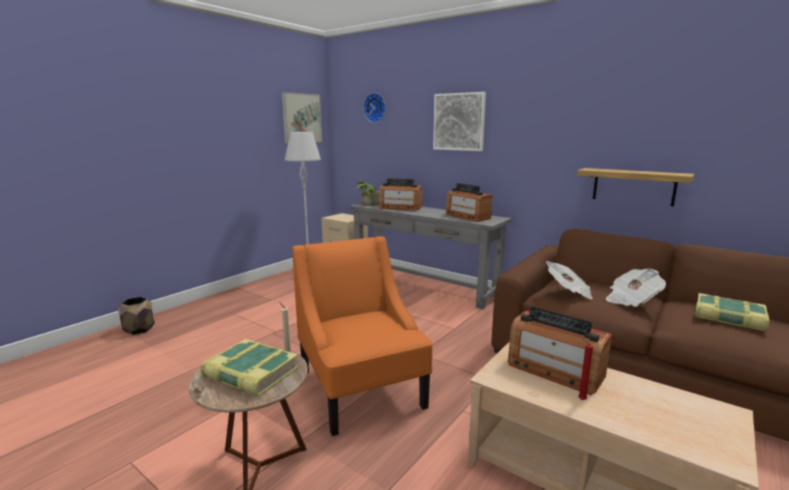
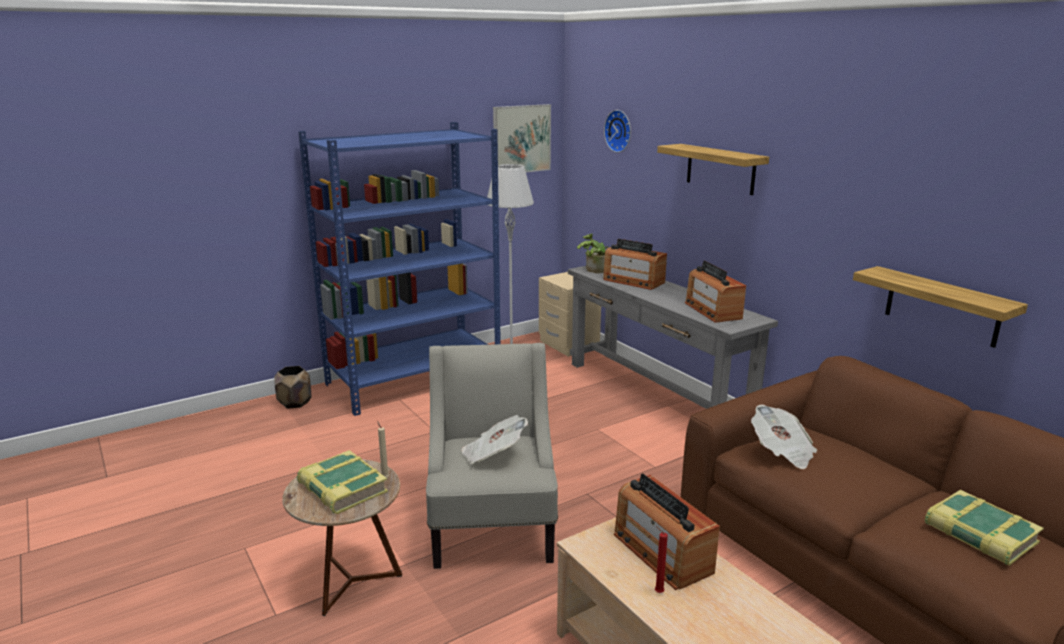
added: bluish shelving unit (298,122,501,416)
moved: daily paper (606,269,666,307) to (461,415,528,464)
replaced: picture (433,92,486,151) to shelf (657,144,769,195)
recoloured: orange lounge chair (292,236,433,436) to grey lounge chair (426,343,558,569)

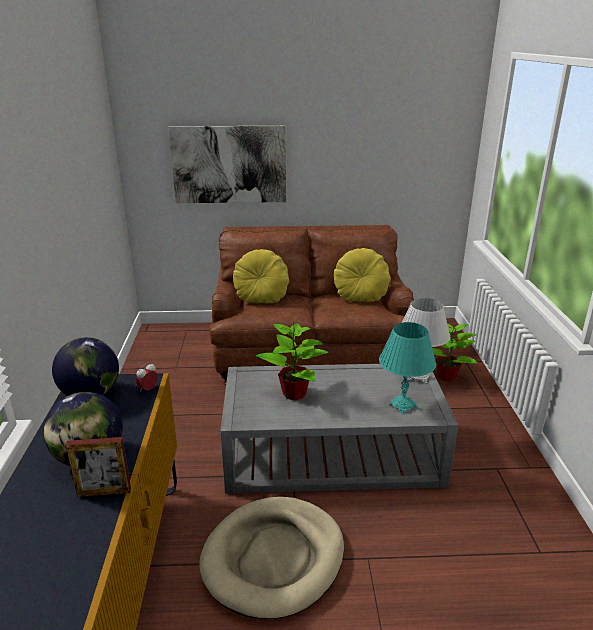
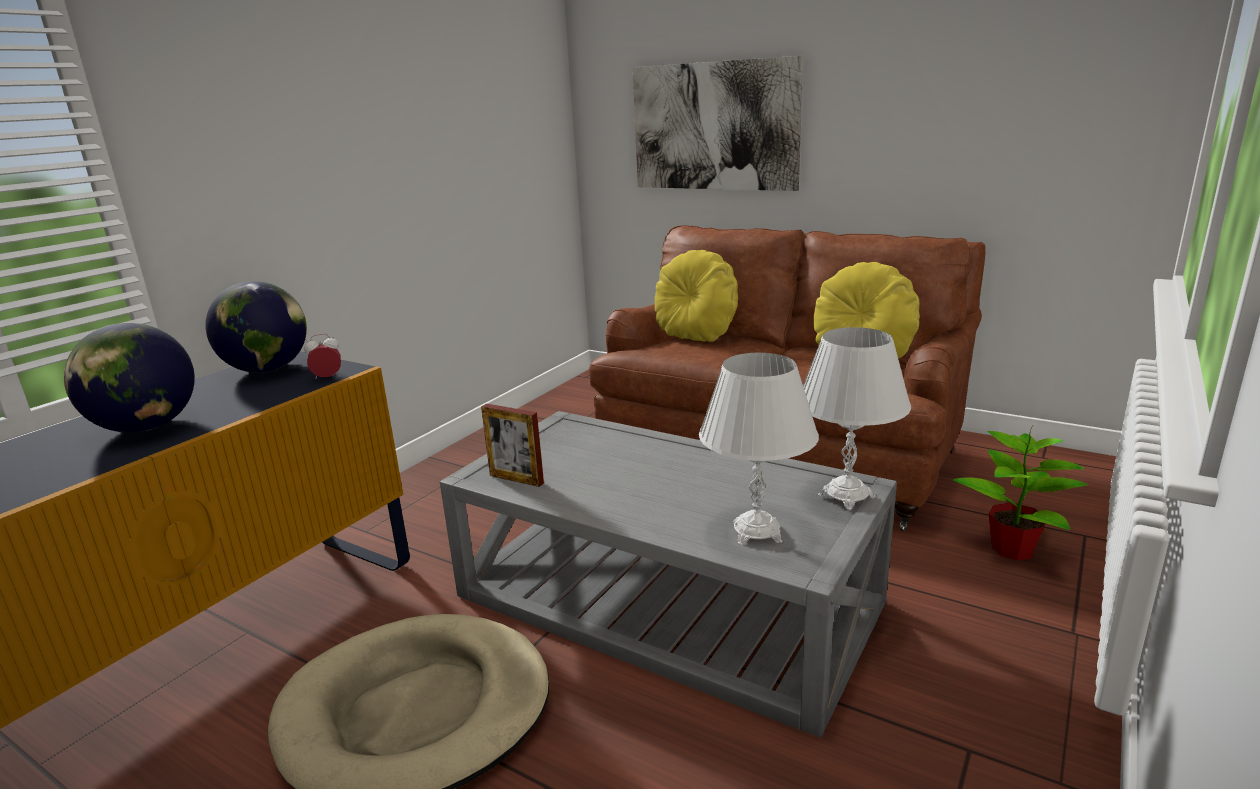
removed: houseplant (256,320,329,400)
moved: photo frame (66,437,131,497) to (481,404,544,487)
recoloured: turquoise-coloured table lamp (379,322,436,415) to white table lamp (699,353,819,545)

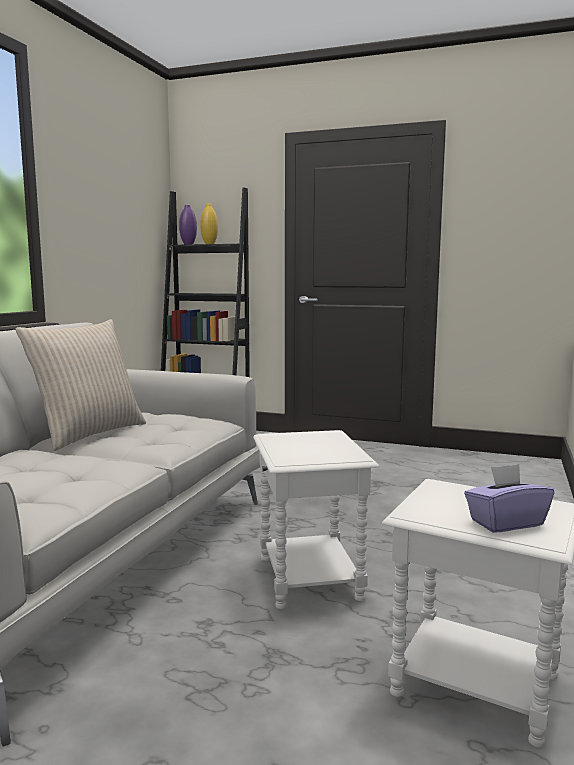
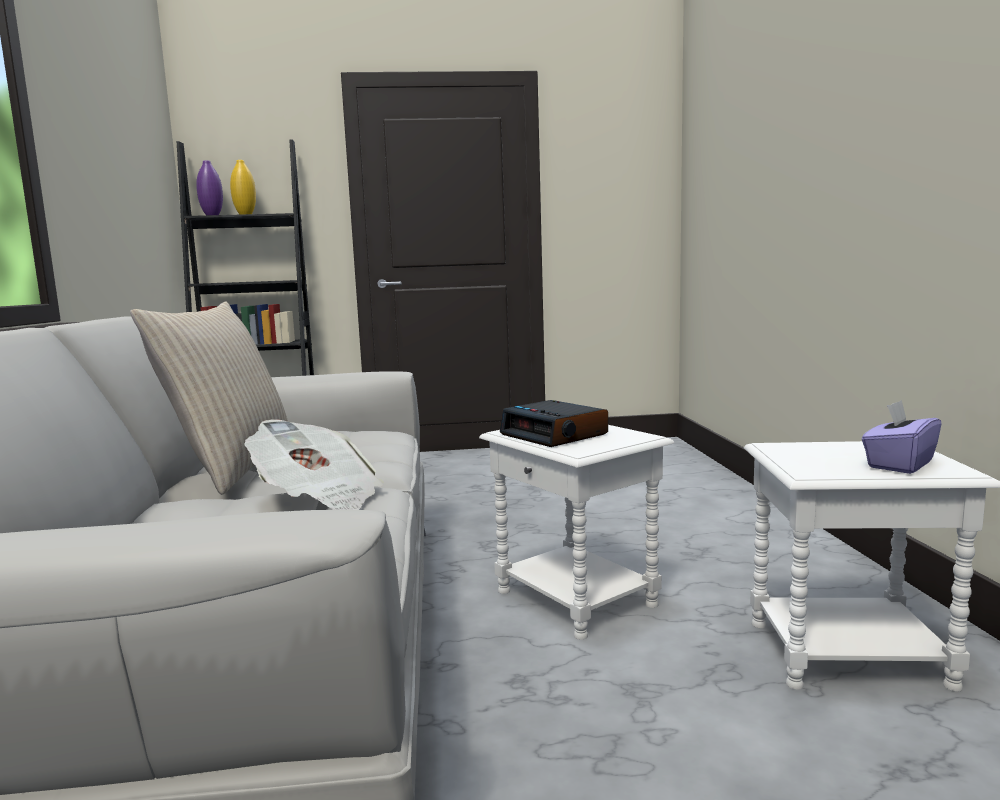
added: daily paper (245,419,384,510); alarm clock (500,400,608,447)

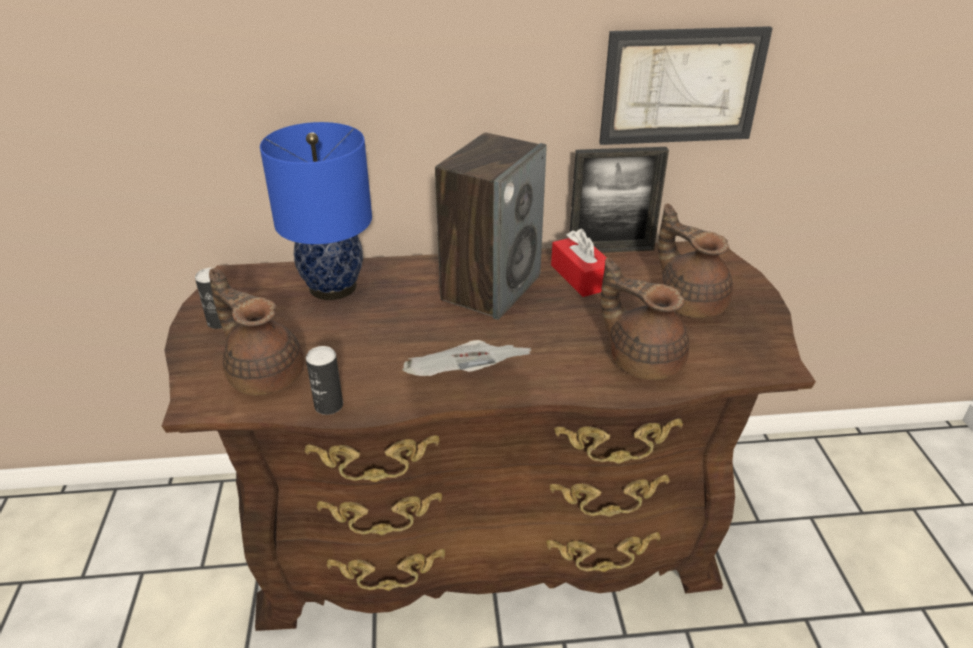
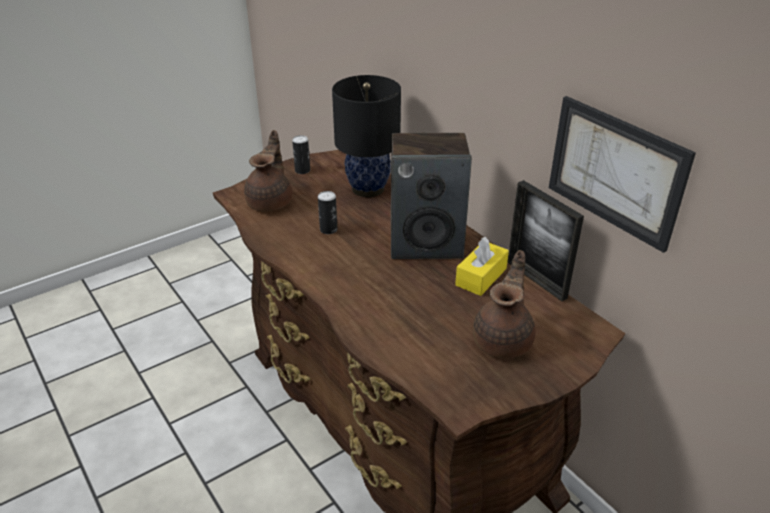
removed: daily paper (402,340,531,376); brown tea pot (601,257,689,380)
moved: can (306,346,343,415) to (318,191,337,234)
recoloured: bluish table lamp (260,122,372,300) to black table lamp (332,75,401,197); red-coloured tissue holder (551,229,607,297) to yellow tissue holder (455,237,509,296)

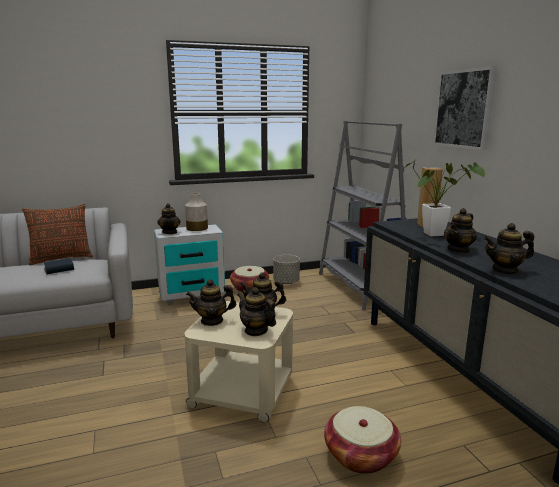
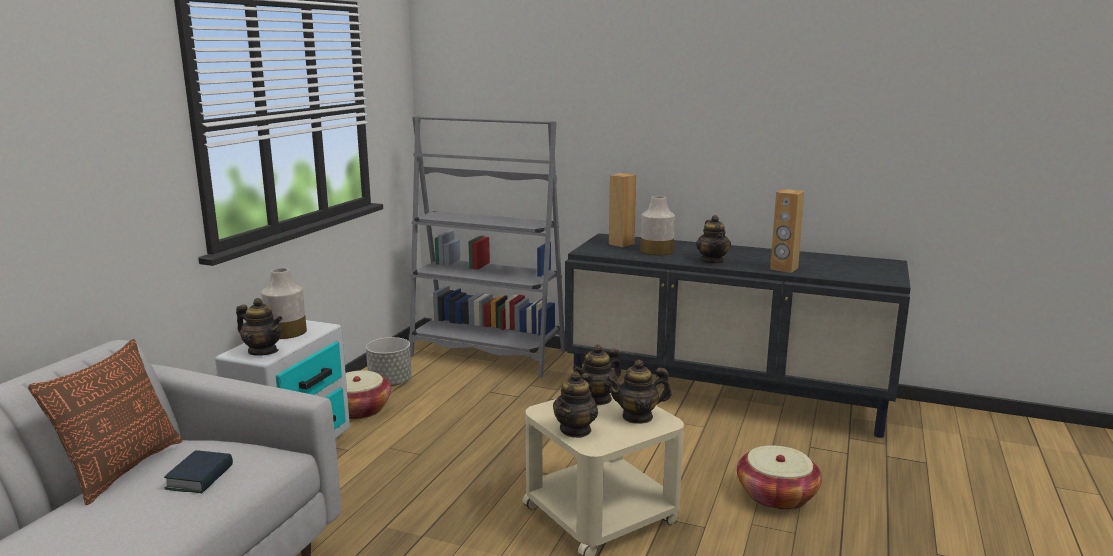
removed: picture (433,66,497,150)
replaced: houseplant (404,160,485,236) to beige-coloured vase (640,196,675,255); tea pot (484,223,534,275) to brown speaker (770,189,804,273)

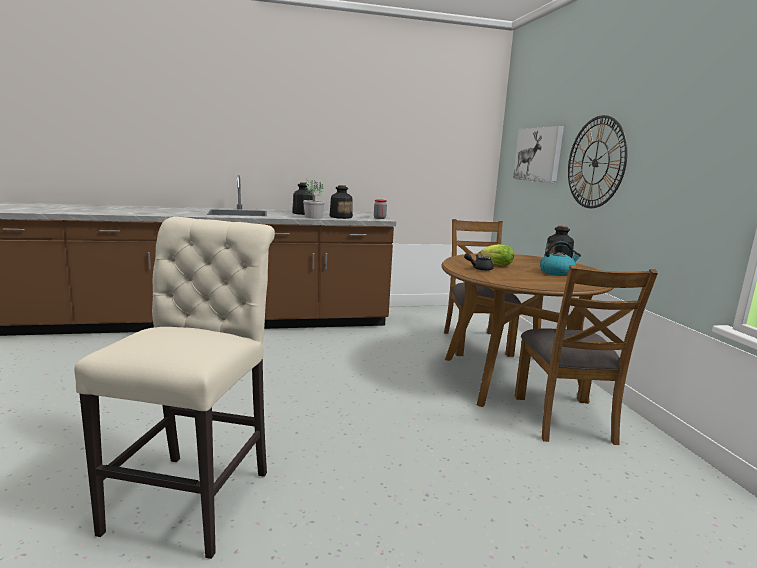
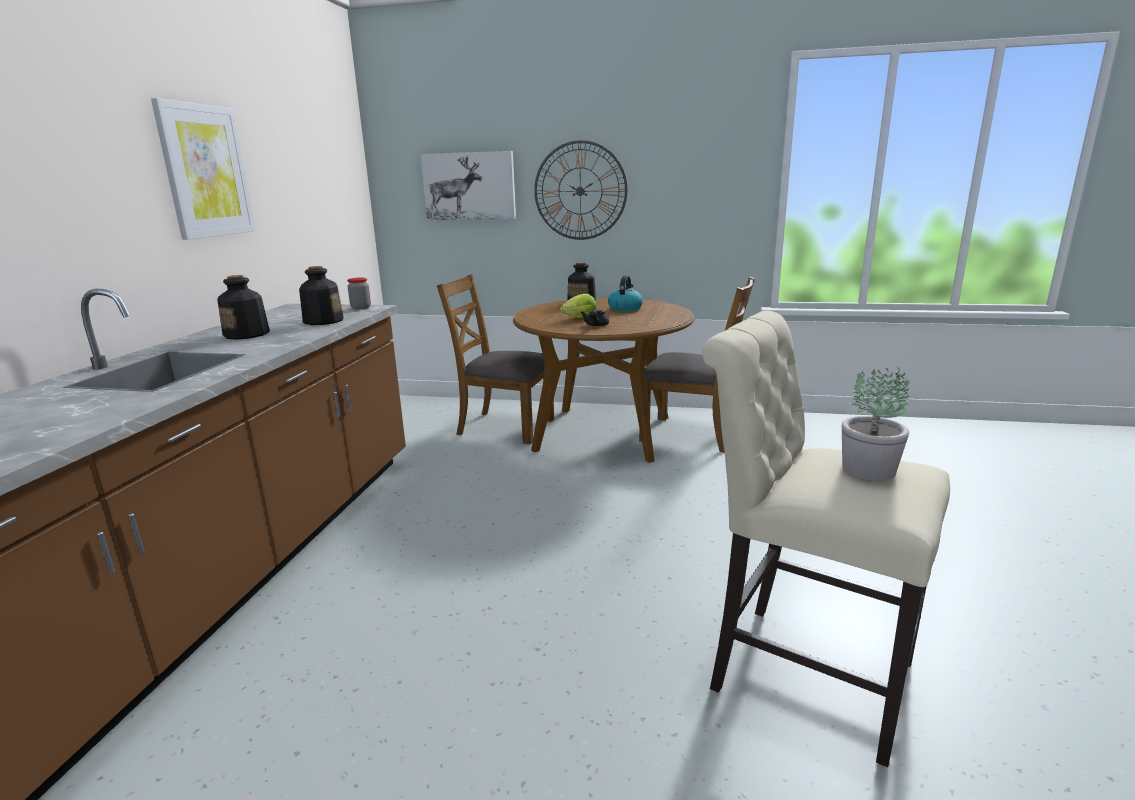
added: picture (151,98,255,240)
moved: houseplant (303,179,325,219) to (842,367,910,481)

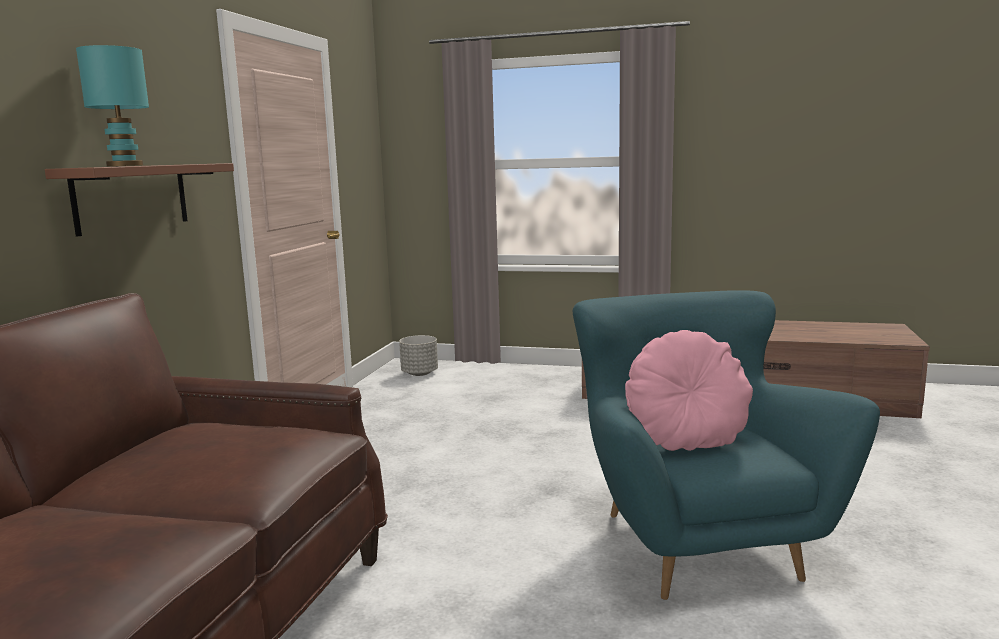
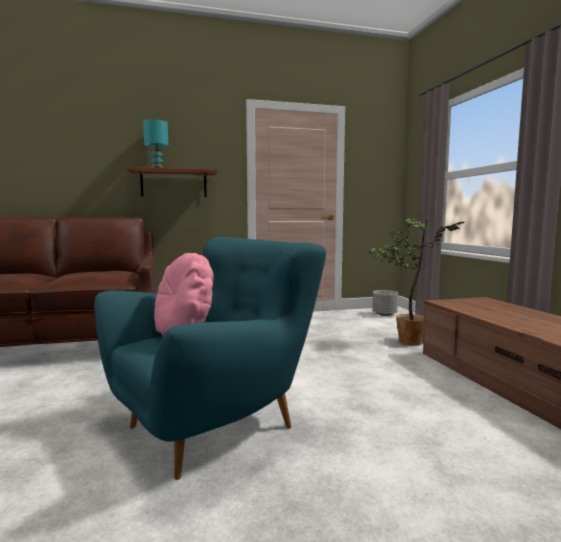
added: houseplant (369,218,464,346)

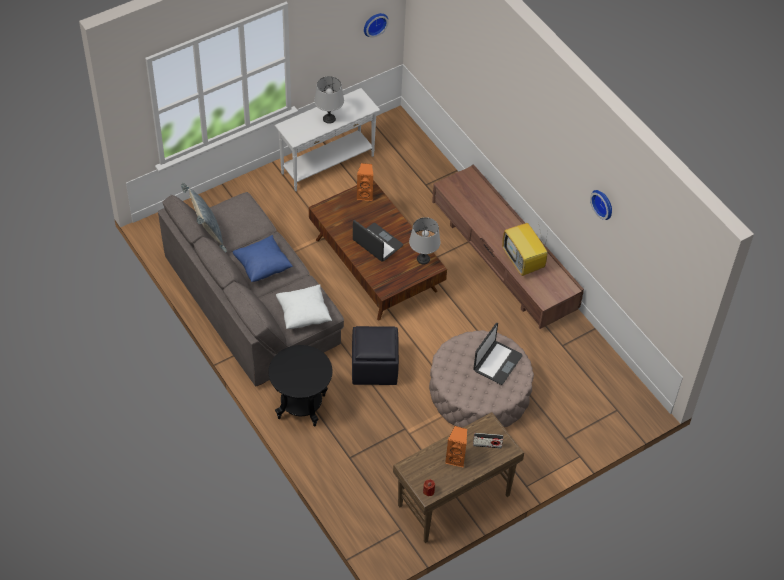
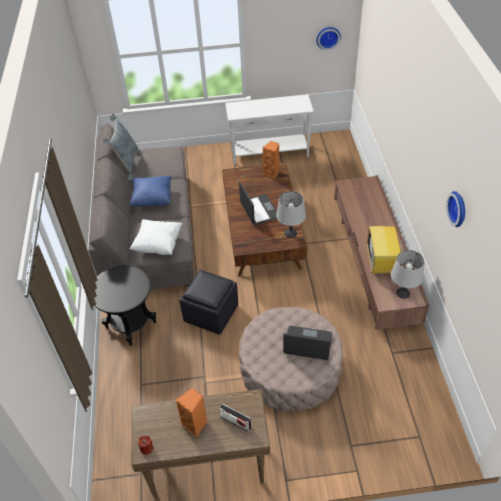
moved: grey table lamp (314,76,344,124) to (391,250,424,299)
turned: portable computer (473,323,523,385) = (283,326,332,360) 135 degrees counterclockwise

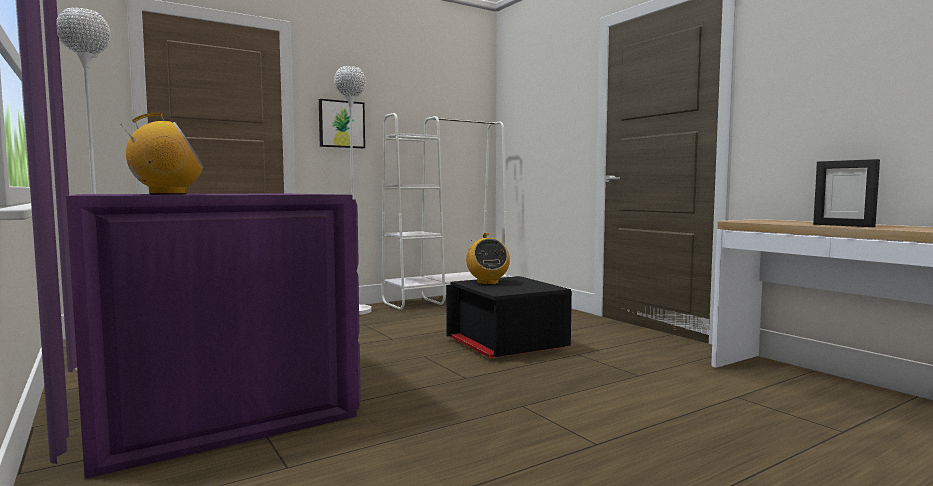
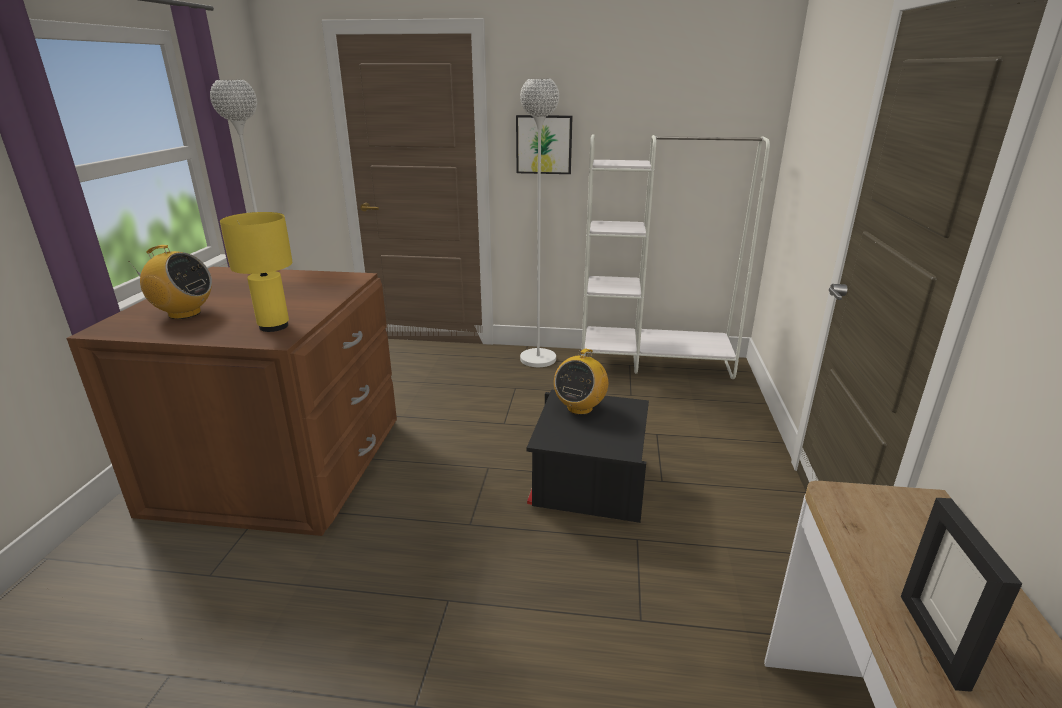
added: yellow table lamp (220,212,292,332)
recoloured: purple chest of drawers (66,194,361,479) to brown chest of drawers (67,267,397,536)

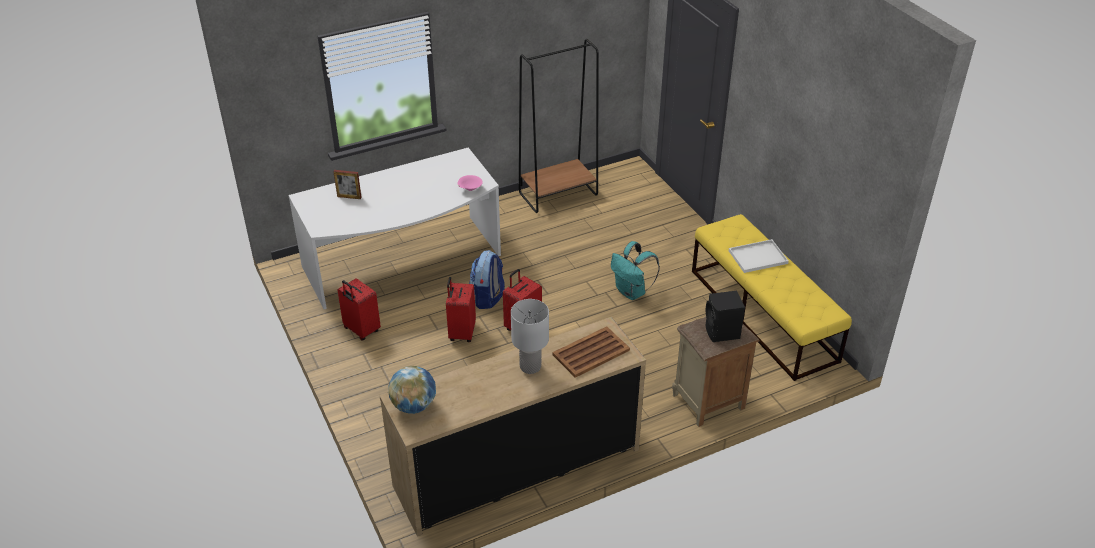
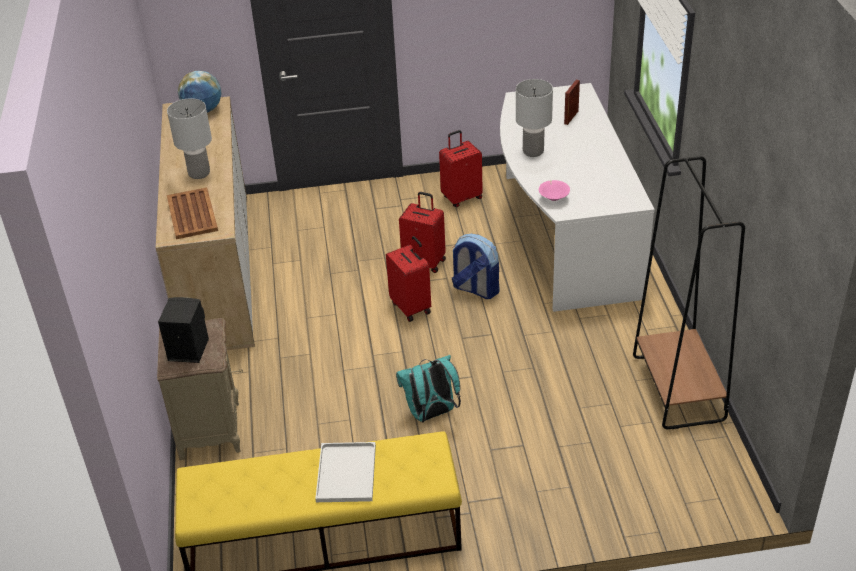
added: grey table lamp (516,79,553,157)

